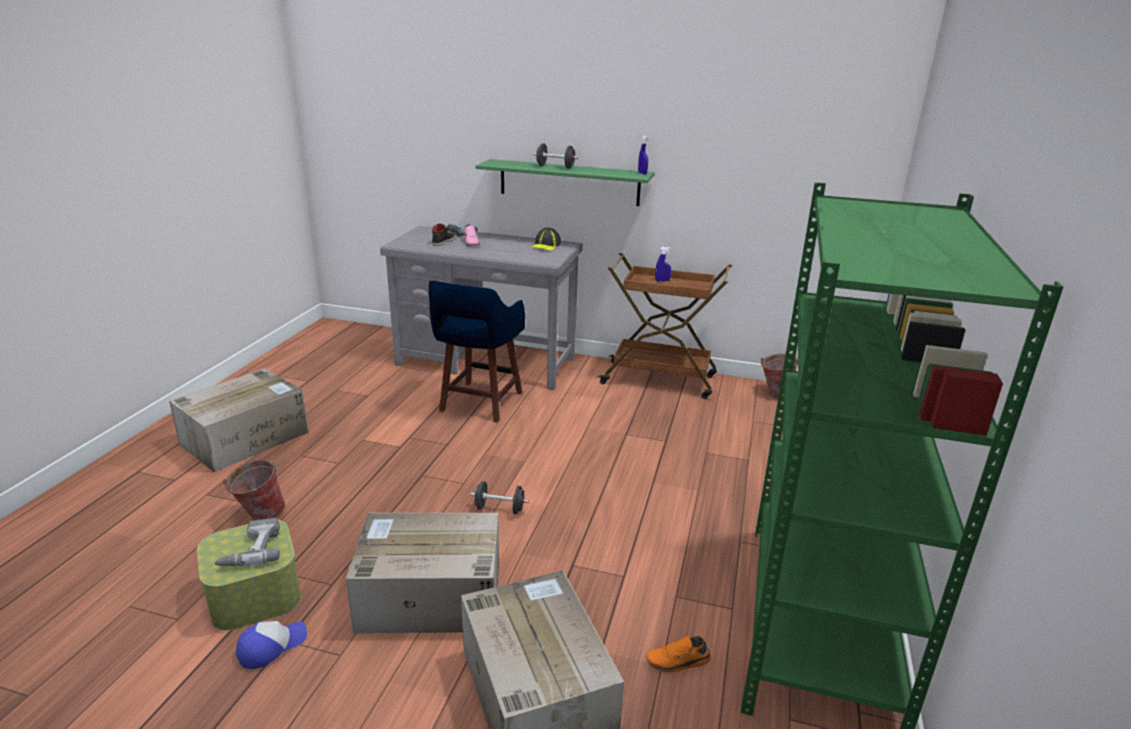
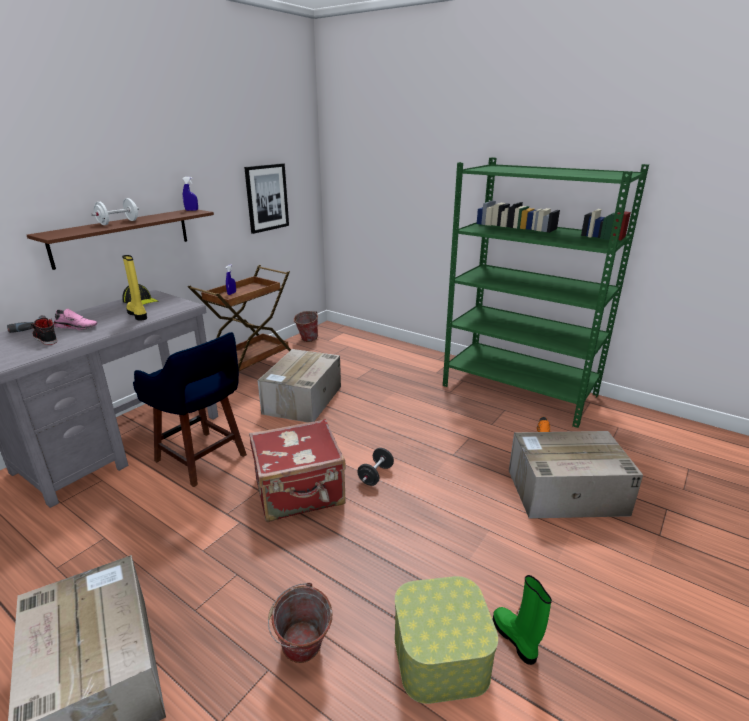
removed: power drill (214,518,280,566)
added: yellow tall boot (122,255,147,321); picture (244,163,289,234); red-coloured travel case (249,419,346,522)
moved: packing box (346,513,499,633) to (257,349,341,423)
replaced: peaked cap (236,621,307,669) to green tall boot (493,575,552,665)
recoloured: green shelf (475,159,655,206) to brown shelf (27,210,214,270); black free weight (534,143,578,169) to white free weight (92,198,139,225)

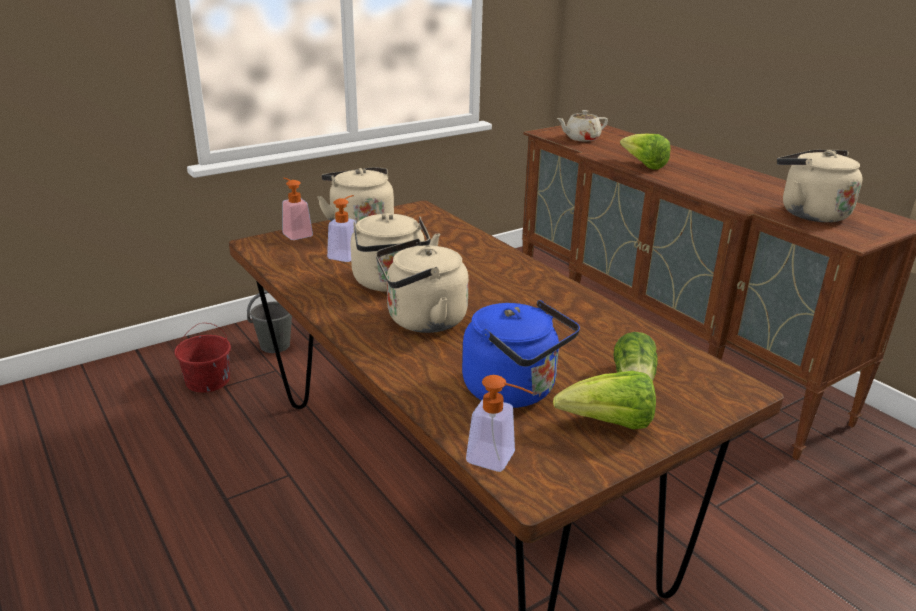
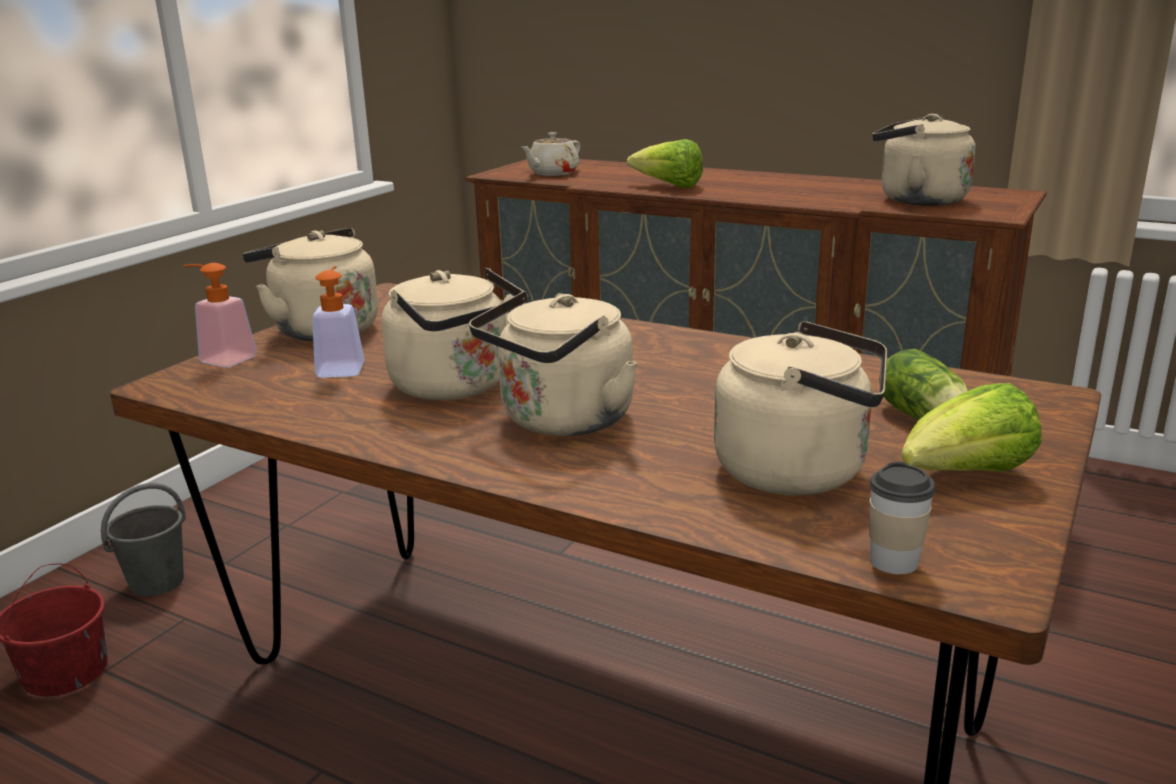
replaced: soap bottle (466,375,533,472) to drinking cup (869,462,935,575)
recoloured: bluish tea kettle (462,300,580,408) to beige-coloured tea kettle (714,321,887,495)

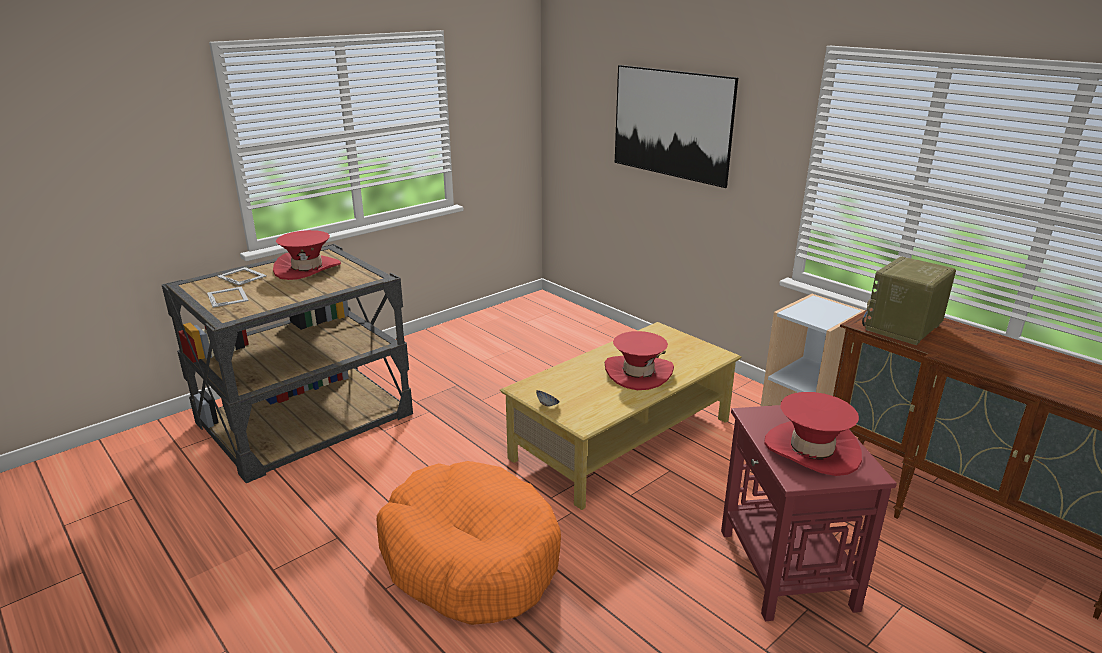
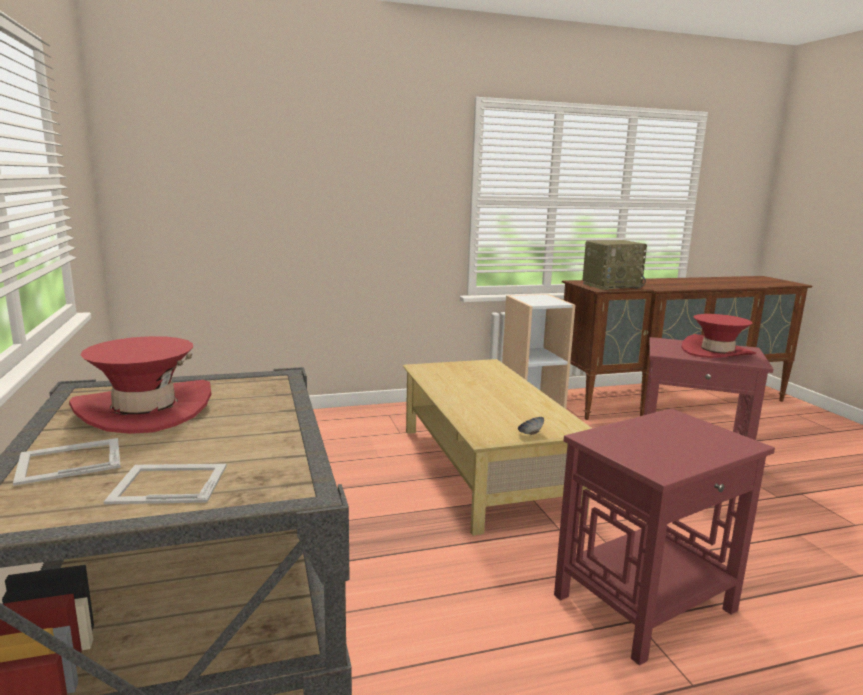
removed: red-coloured clothing hat (605,331,674,390); picture (615,65,738,188)
replaced: orange pet bed (377,461,561,625) to red-coloured accent table (554,408,775,665)
turned: radio (862,256,956,345) = (582,240,647,290) 90 degrees counterclockwise

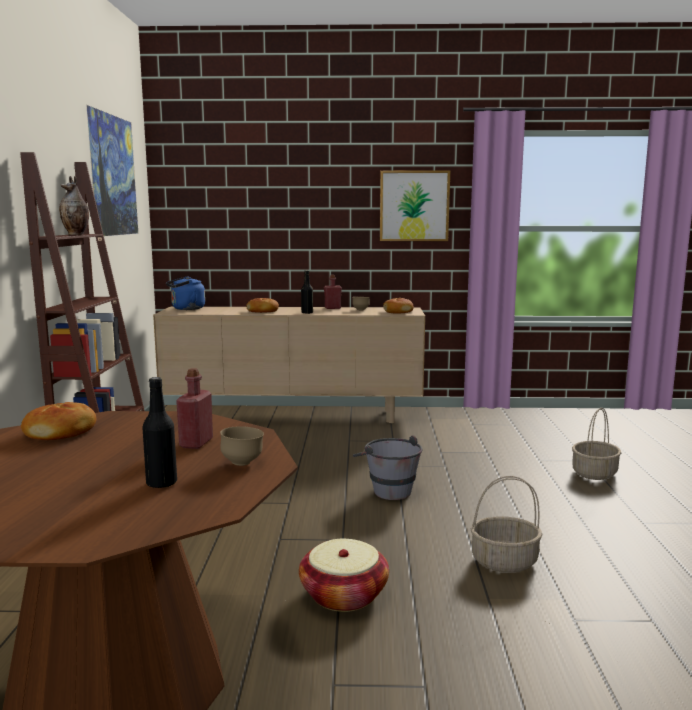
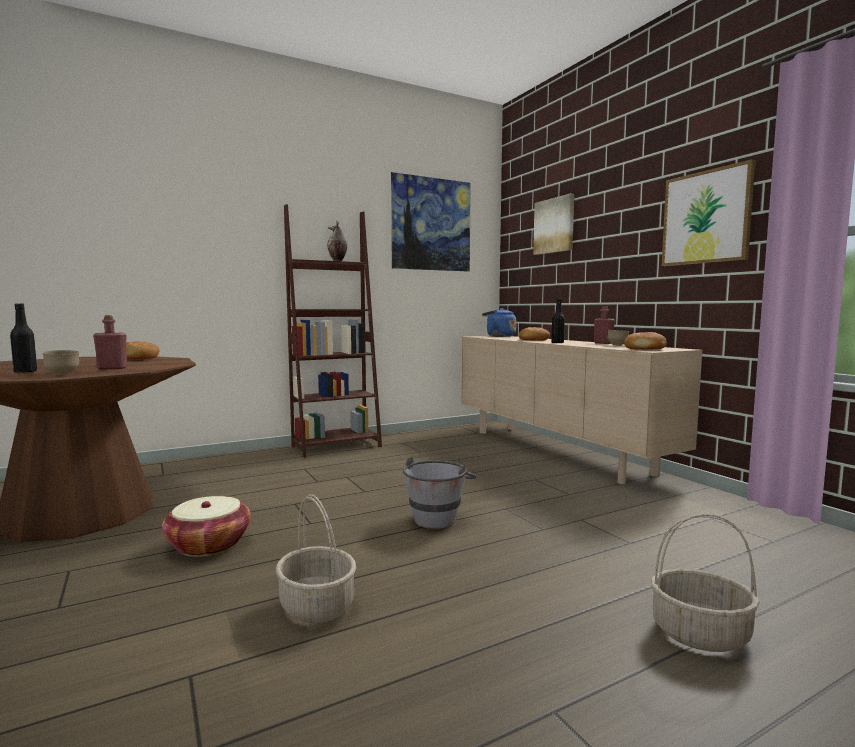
added: picture (533,193,574,255)

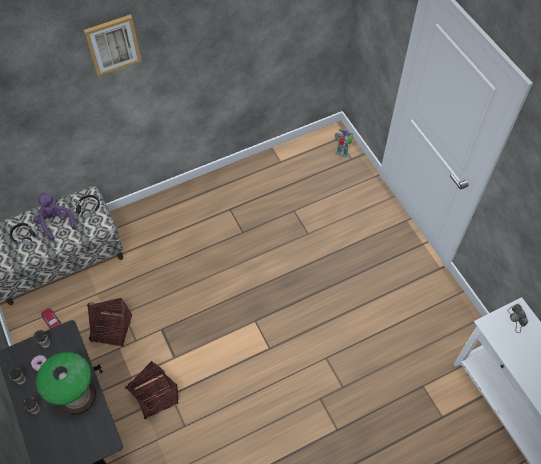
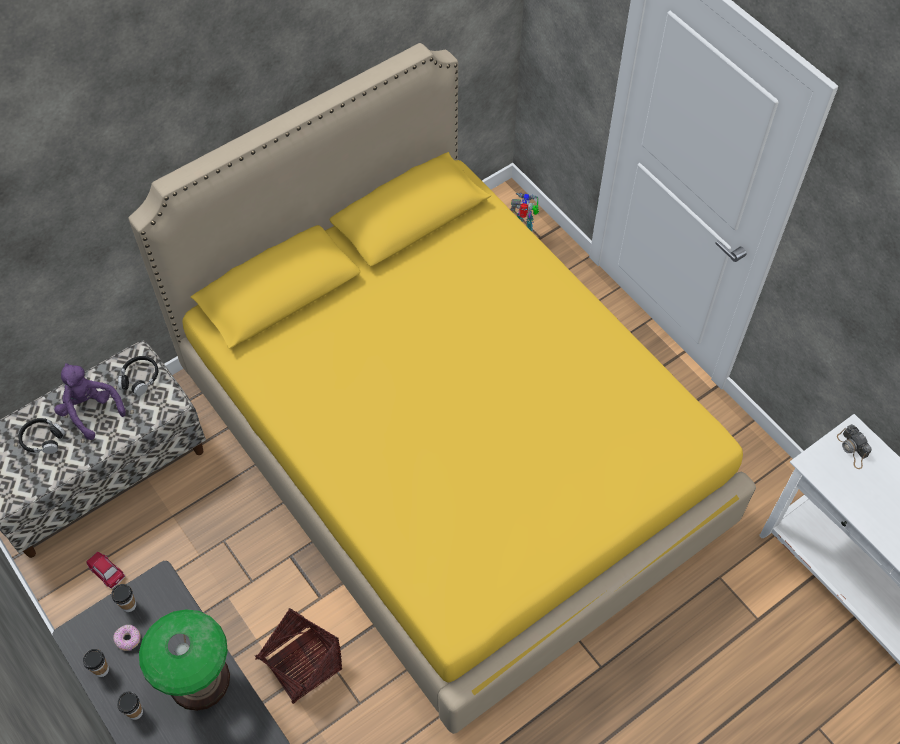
removed: picture (84,15,141,76); storage basket (87,297,132,347)
added: yellow bed (128,43,756,734)

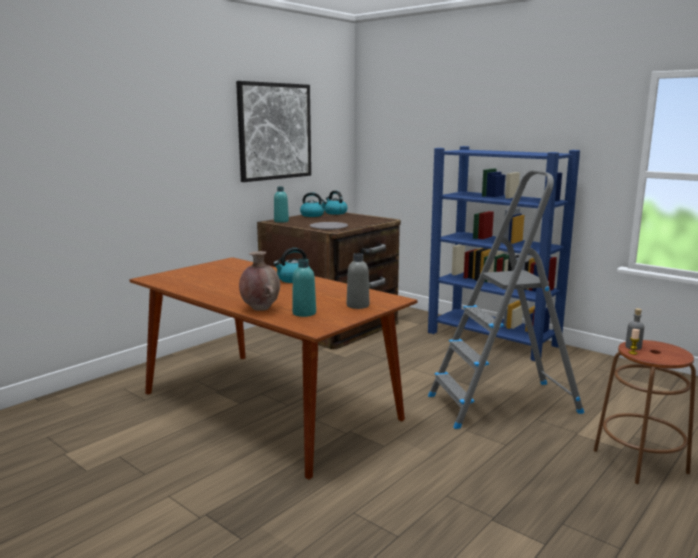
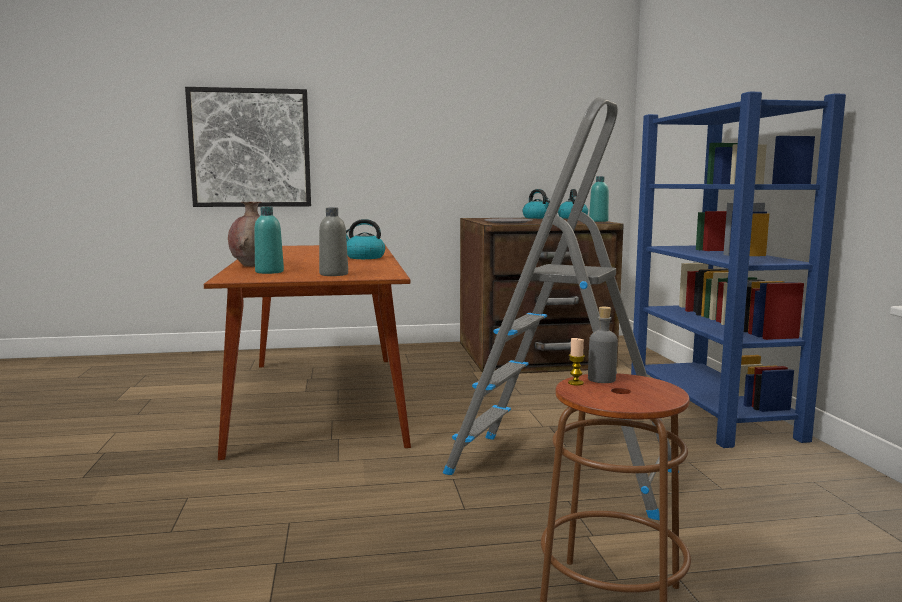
moved: picture (236,81,311,182) to (185,87,311,207); turquoise-coloured bottle (274,187,289,223) to (589,176,609,222)

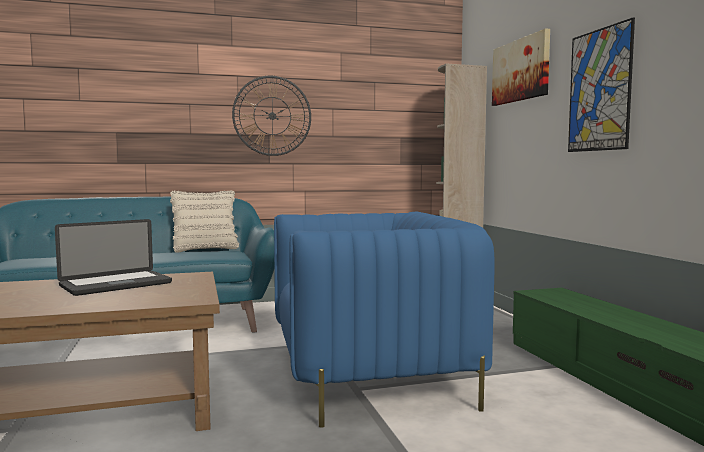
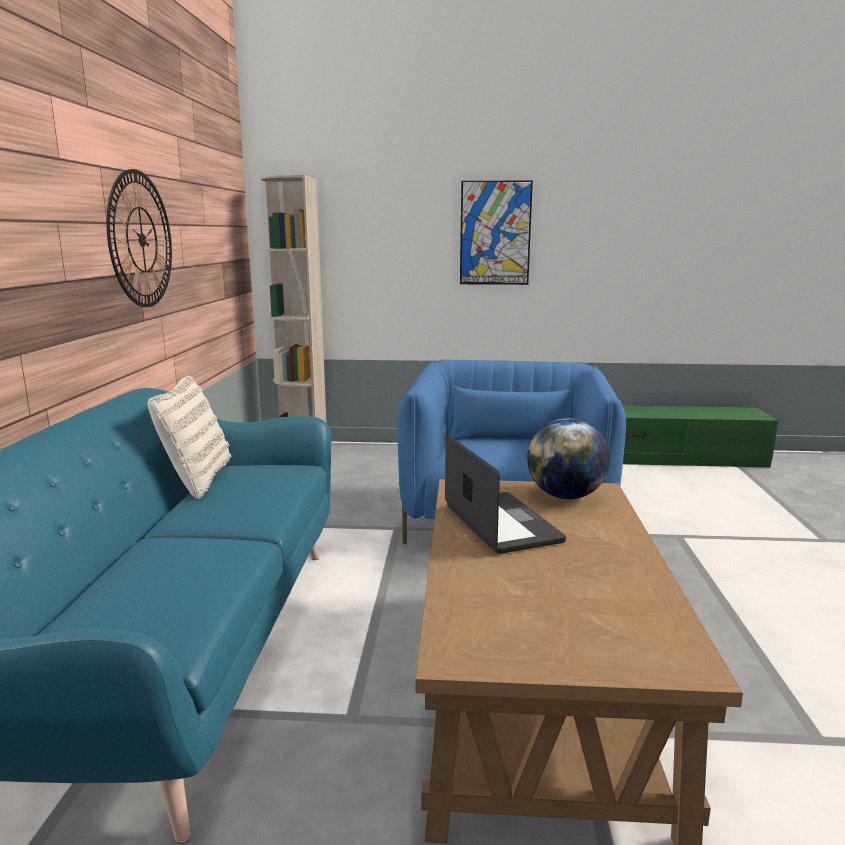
removed: picture (492,28,550,106)
added: world globe (527,418,610,499)

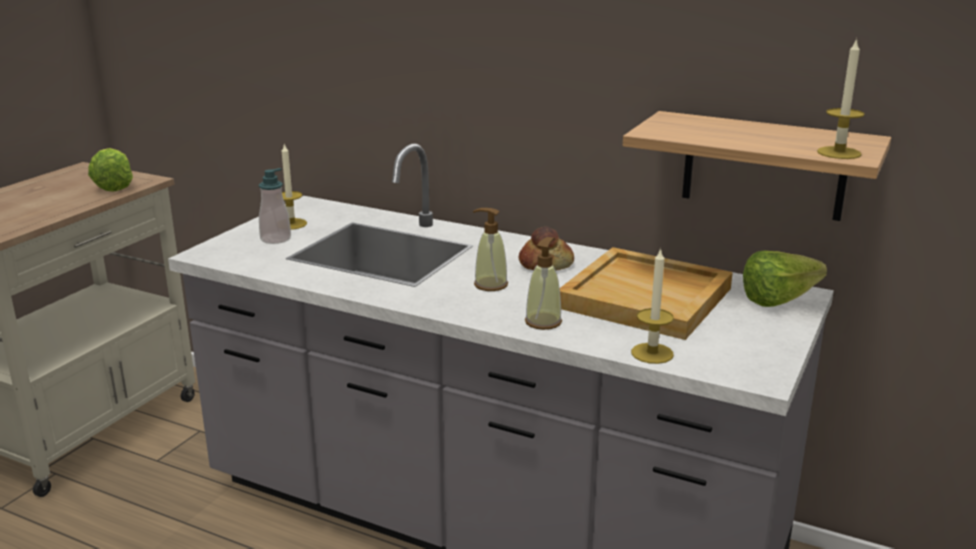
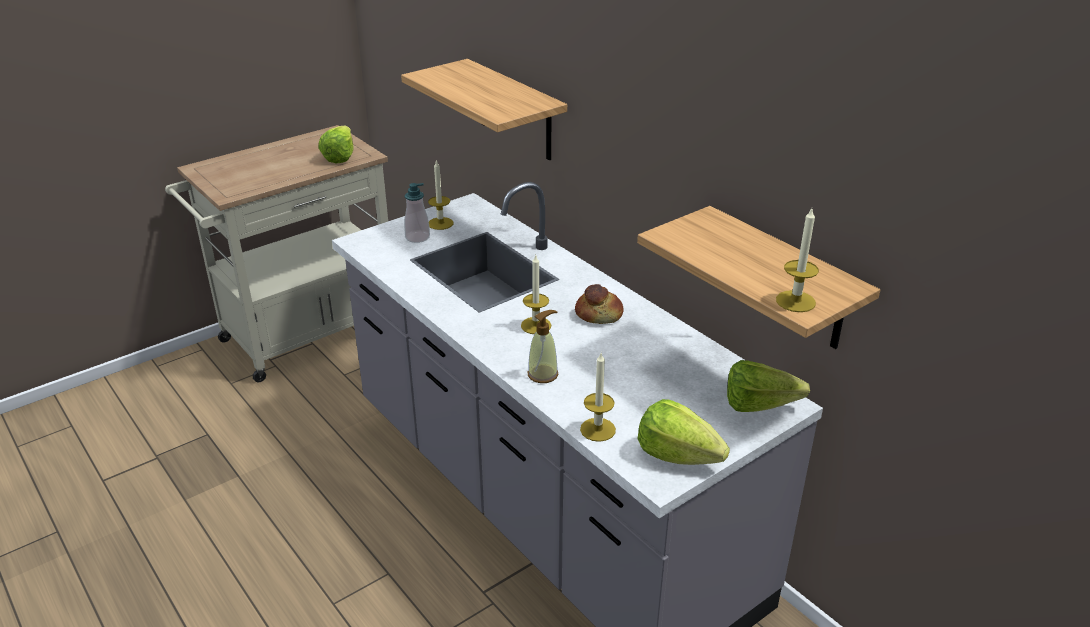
removed: beige-coloured serving tray (560,247,733,340)
added: shelf (401,59,567,160); lettuce head (637,399,730,465)
replaced: soap bottle (473,208,508,291) to wax light (521,255,551,334)

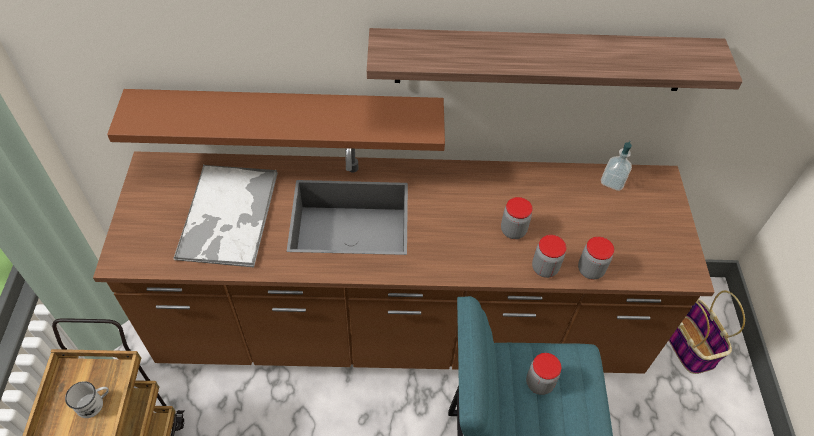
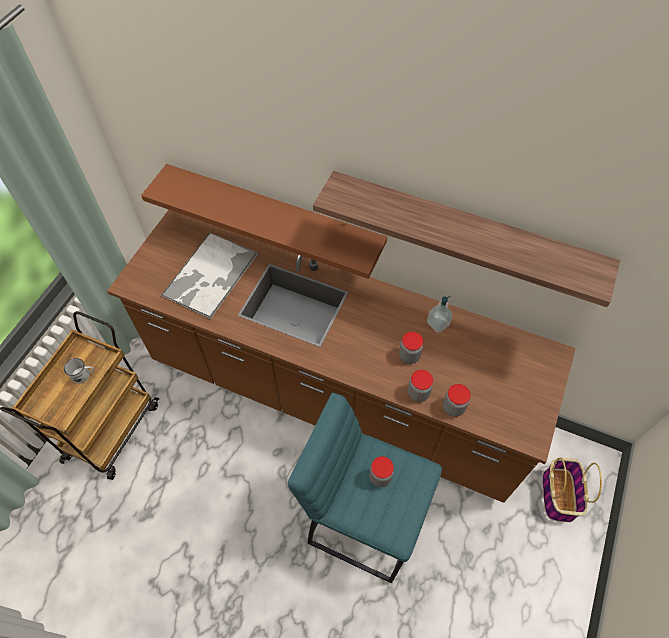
moved: soap bottle (601,141,632,191) to (427,296,453,333)

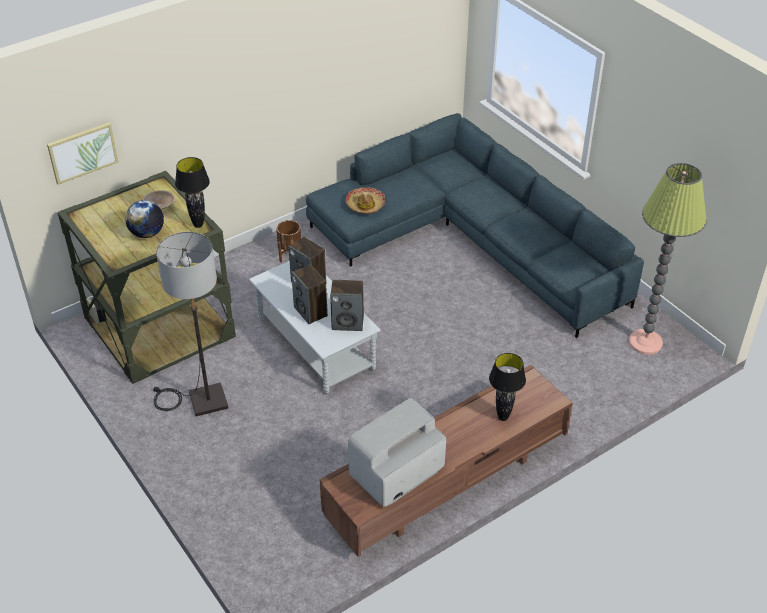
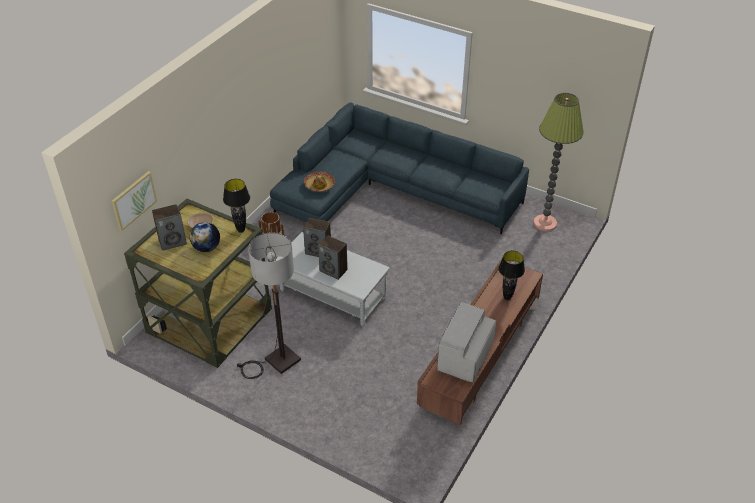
moved: speaker (330,280,364,331) to (152,204,187,251)

